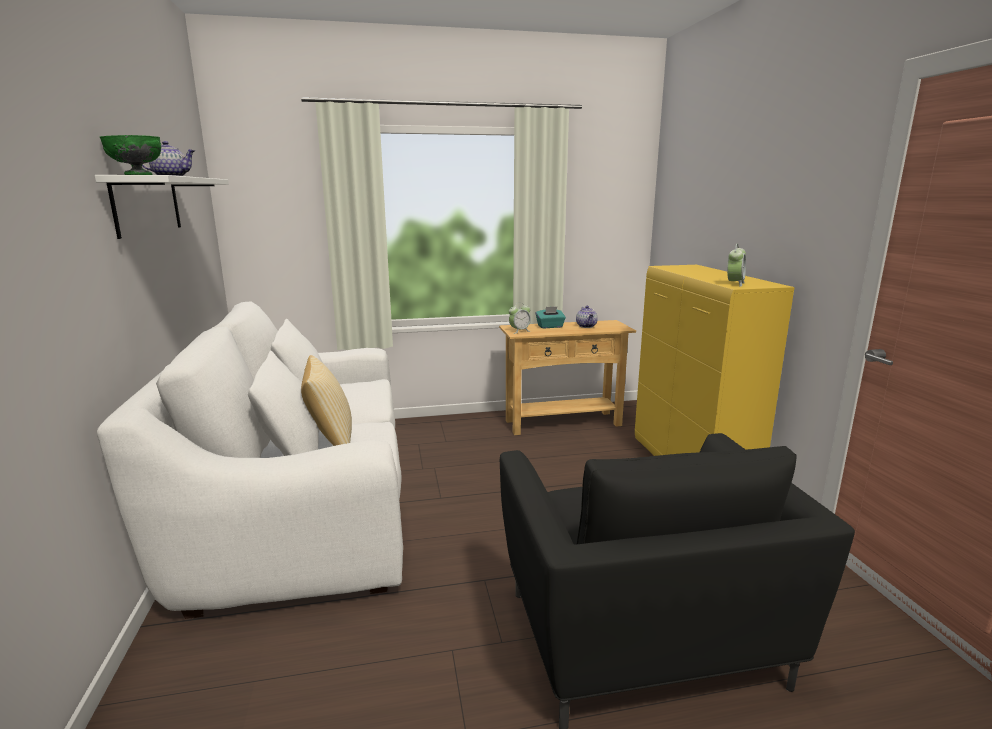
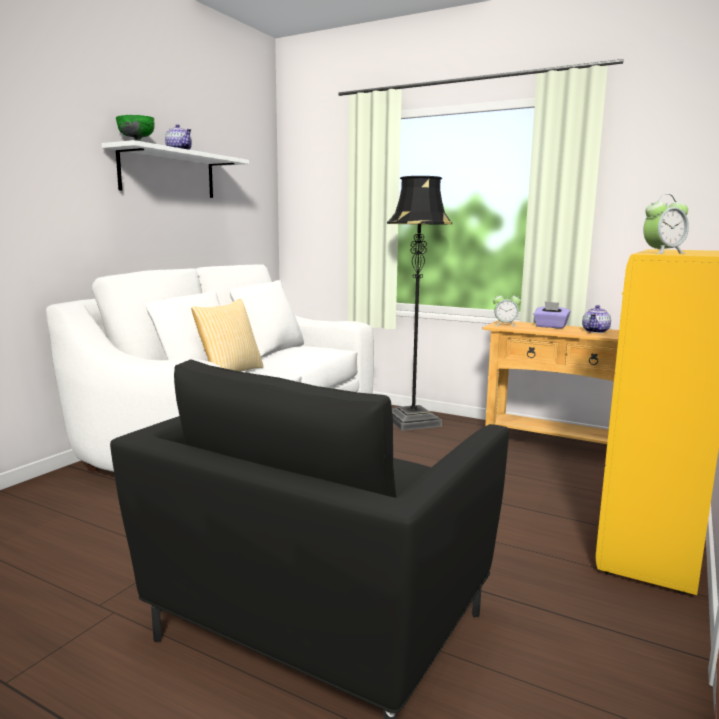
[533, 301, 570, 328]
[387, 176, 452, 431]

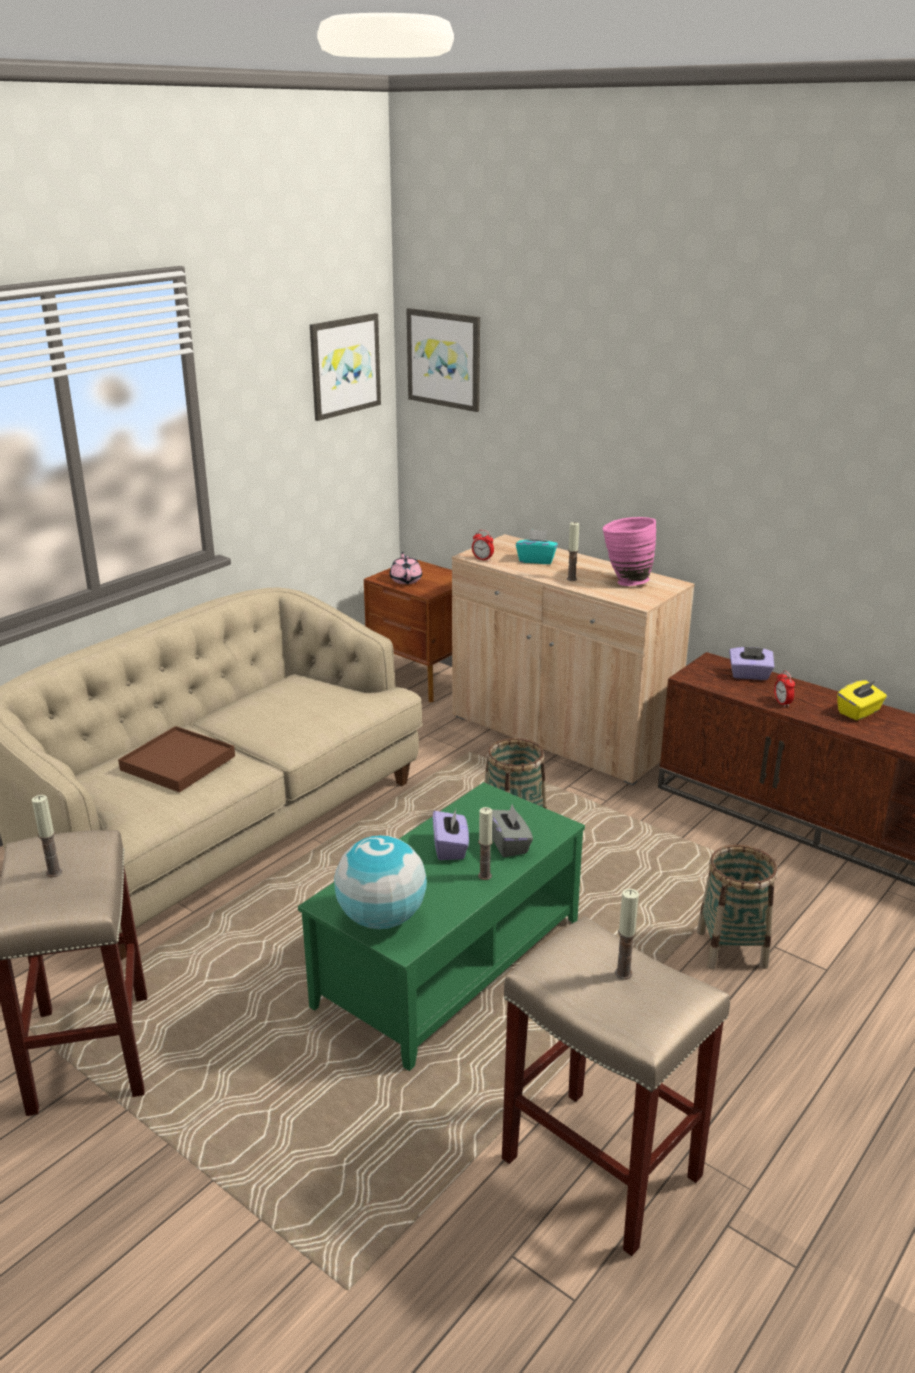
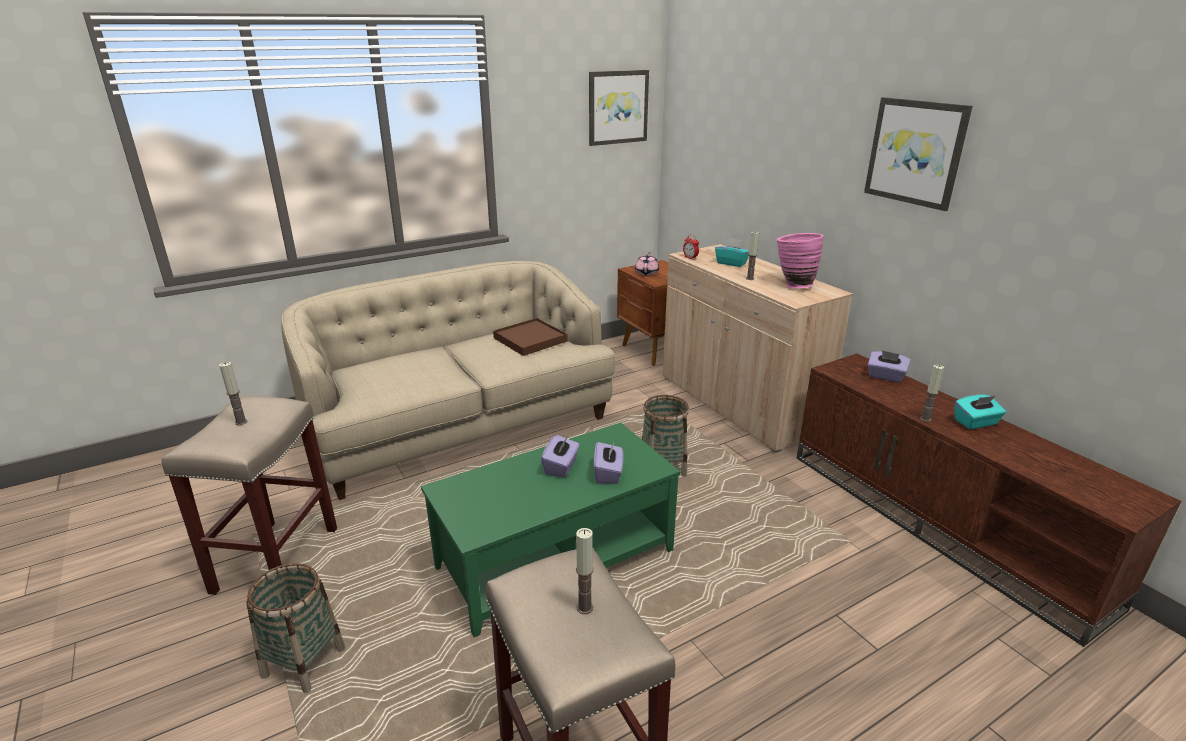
[493, 318, 568, 356]
[334, 835, 427, 929] (first image)
[864, 97, 973, 211]
[920, 365, 944, 422]
[594, 442, 623, 484]
[246, 563, 345, 693]
[774, 671, 795, 707] (first image)
[954, 394, 1006, 429]

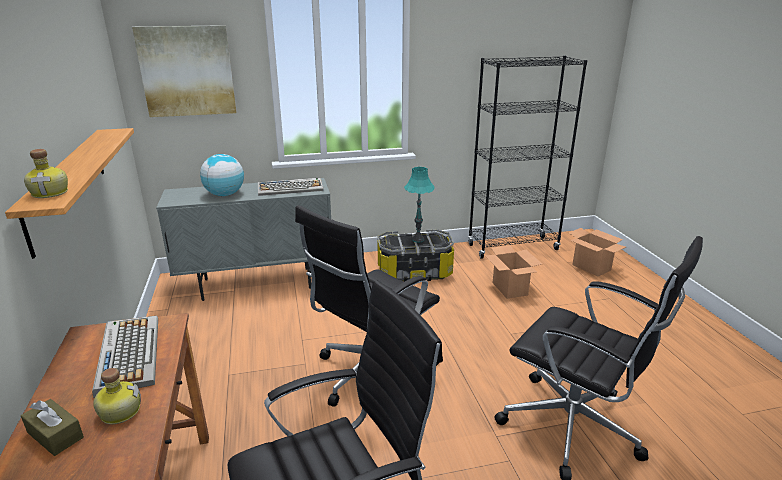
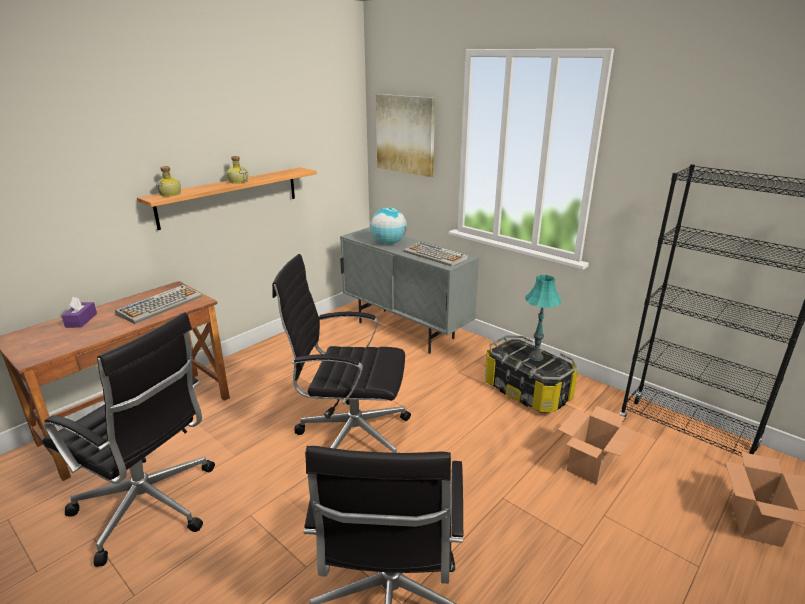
[62, 297, 97, 328]
[227, 156, 248, 184]

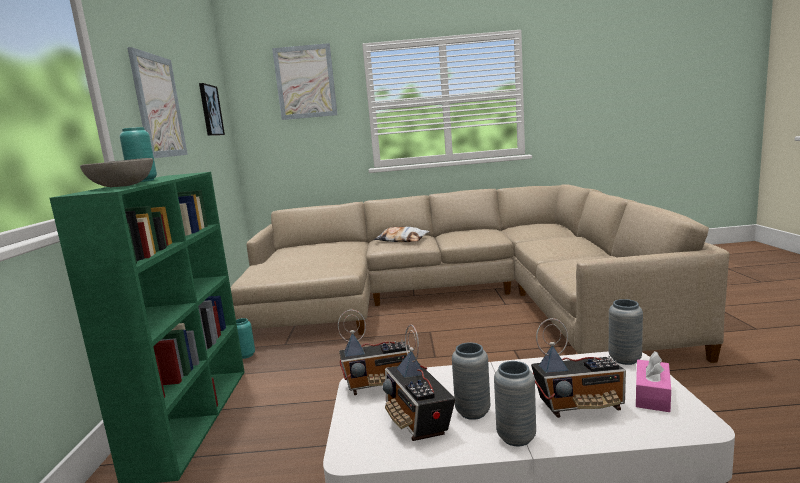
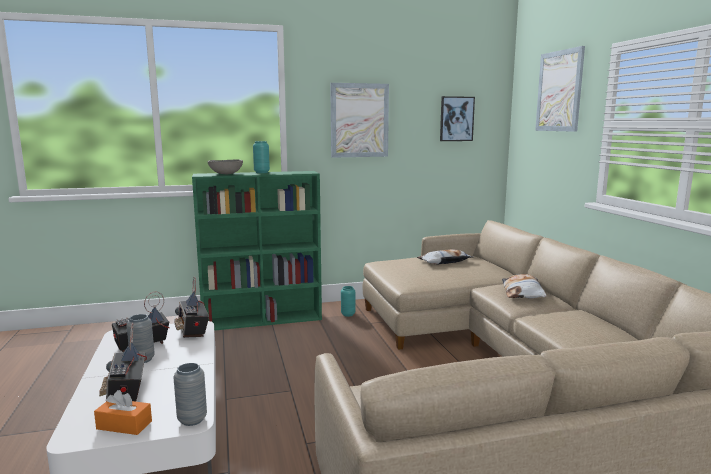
[494, 361, 536, 446] (first image)
[94, 390, 152, 435]
[417, 249, 473, 265]

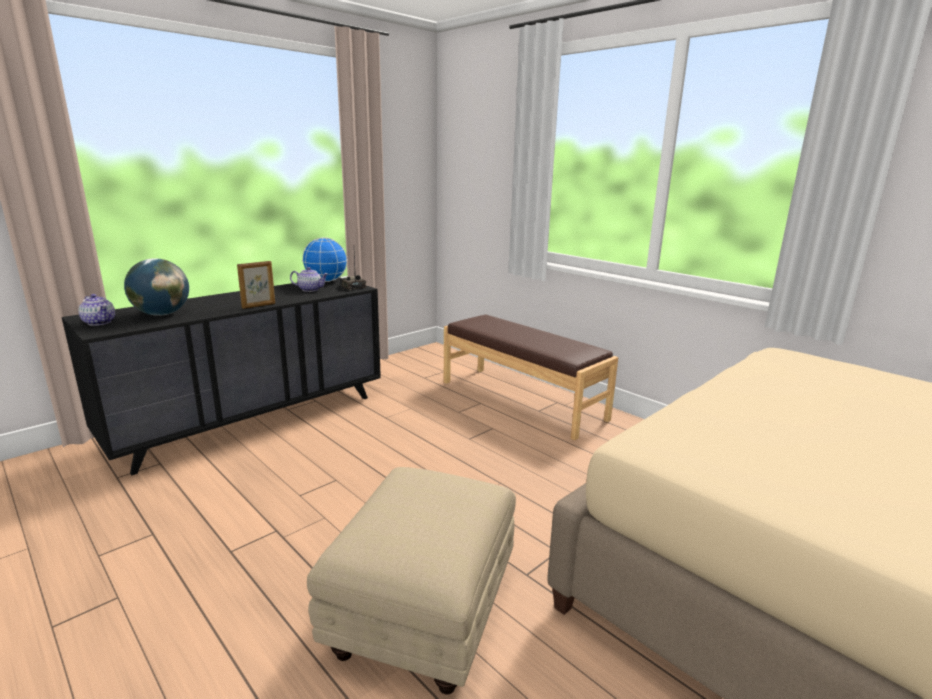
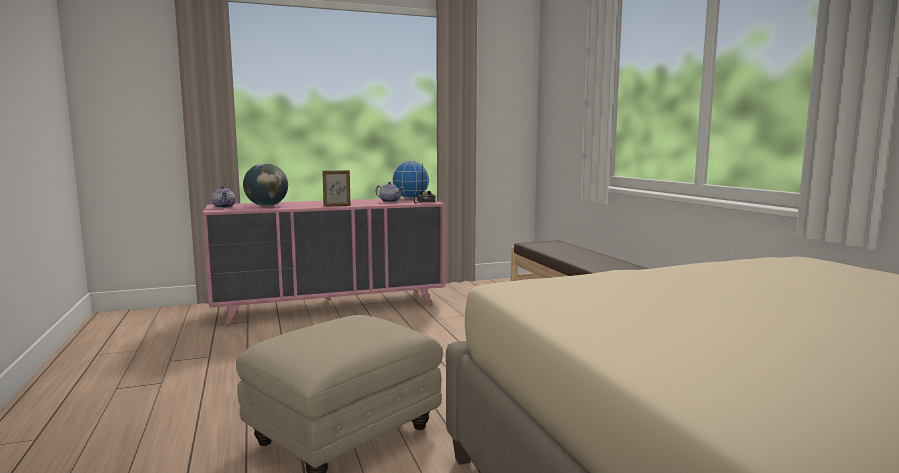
[202, 198, 445, 325]

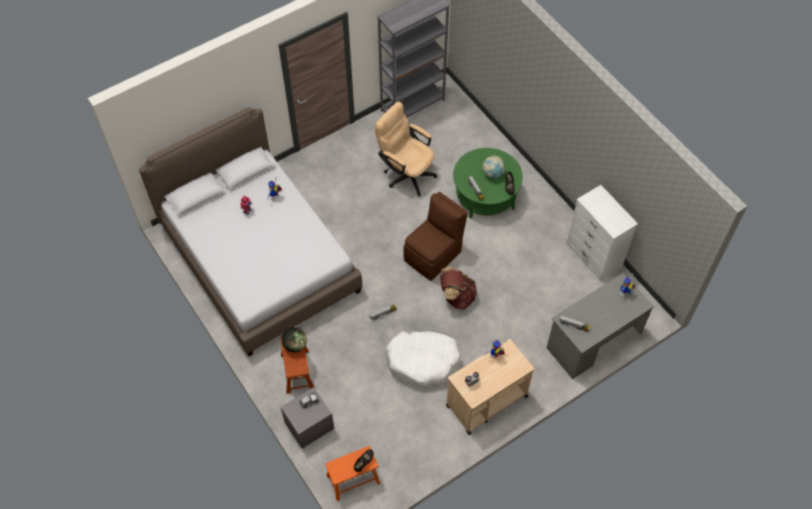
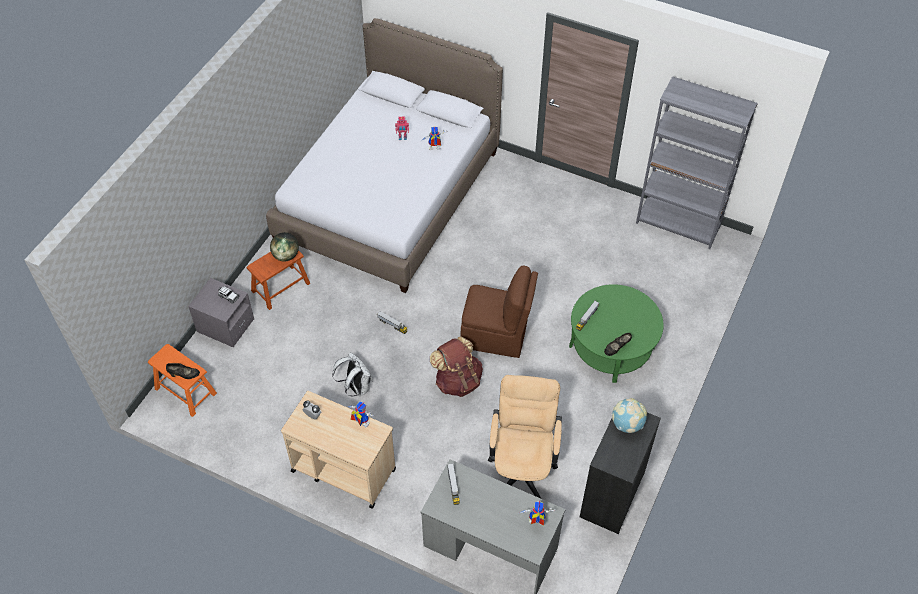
[488, 375, 562, 498]
[332, 352, 373, 397]
[612, 398, 647, 433]
[580, 413, 661, 534]

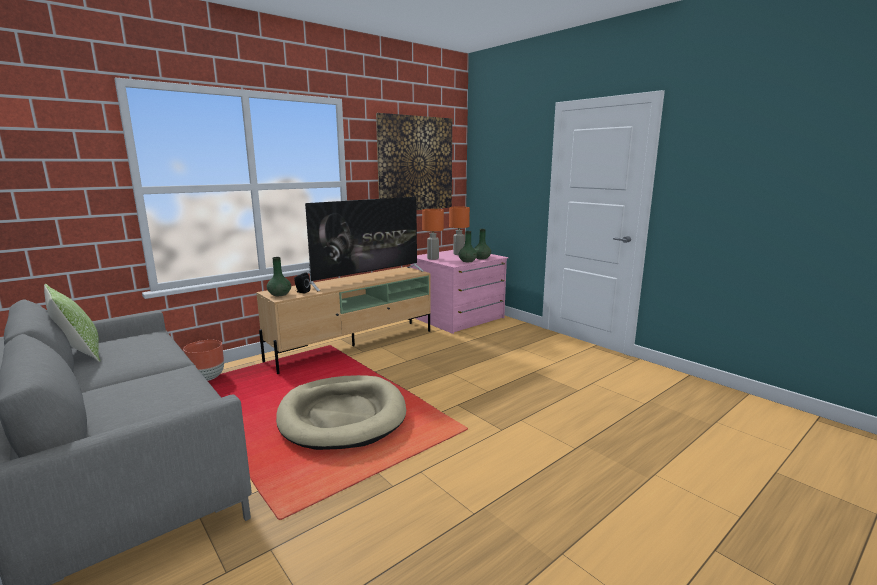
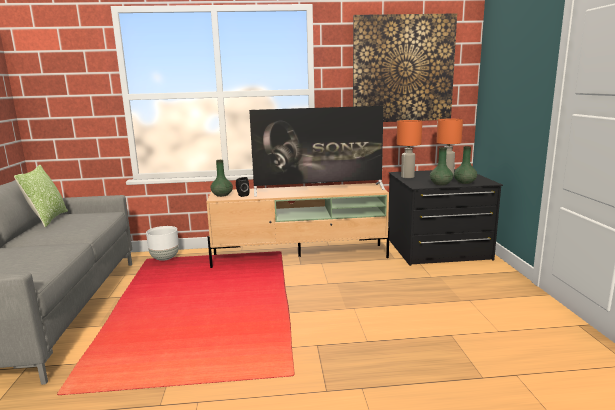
[146, 226, 179, 261]
[276, 375, 406, 450] (first image)
[388, 169, 503, 266]

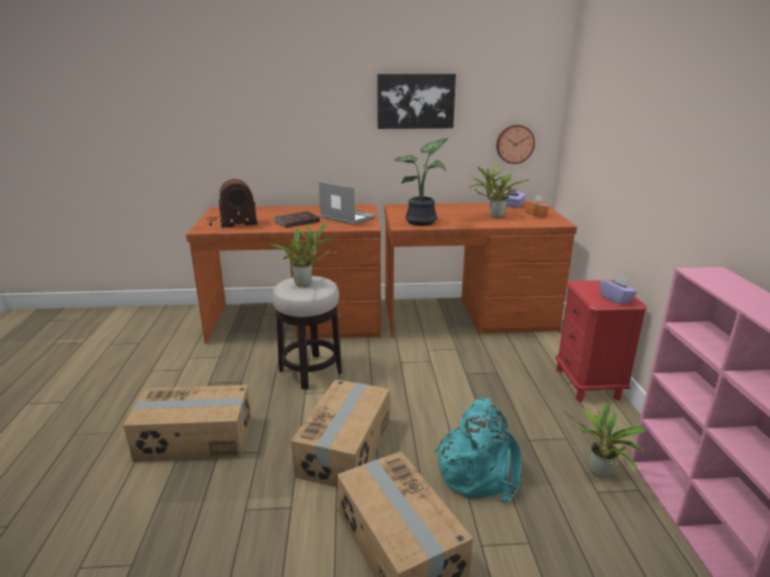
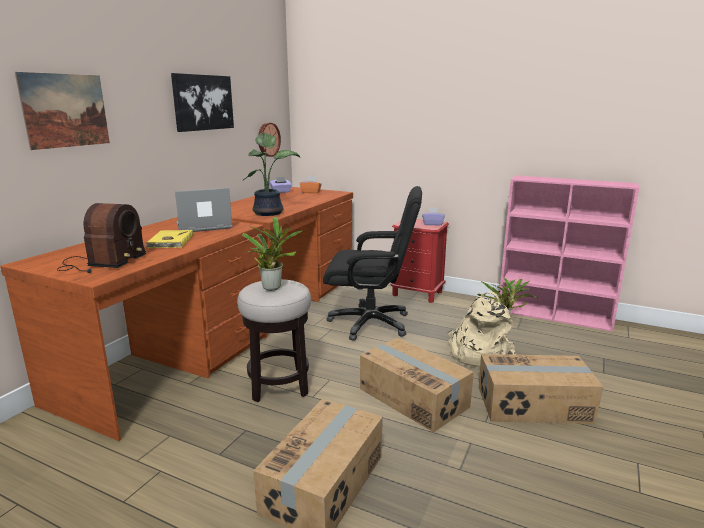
[144, 230, 193, 248]
[448, 292, 516, 368]
[469, 164, 530, 218] (first image)
[15, 72, 110, 150]
[323, 186, 422, 341]

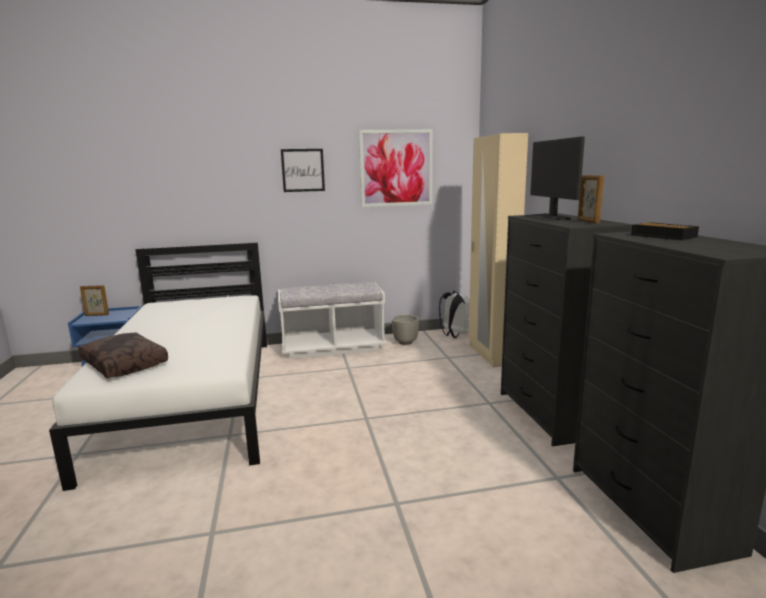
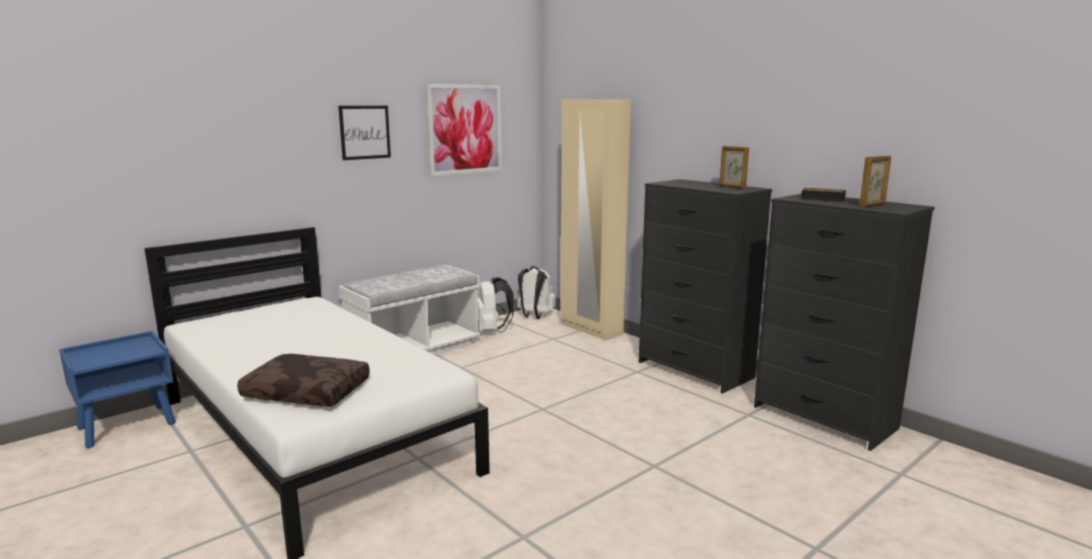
[859, 156, 891, 207]
[478, 277, 514, 333]
[520, 136, 585, 221] (first image)

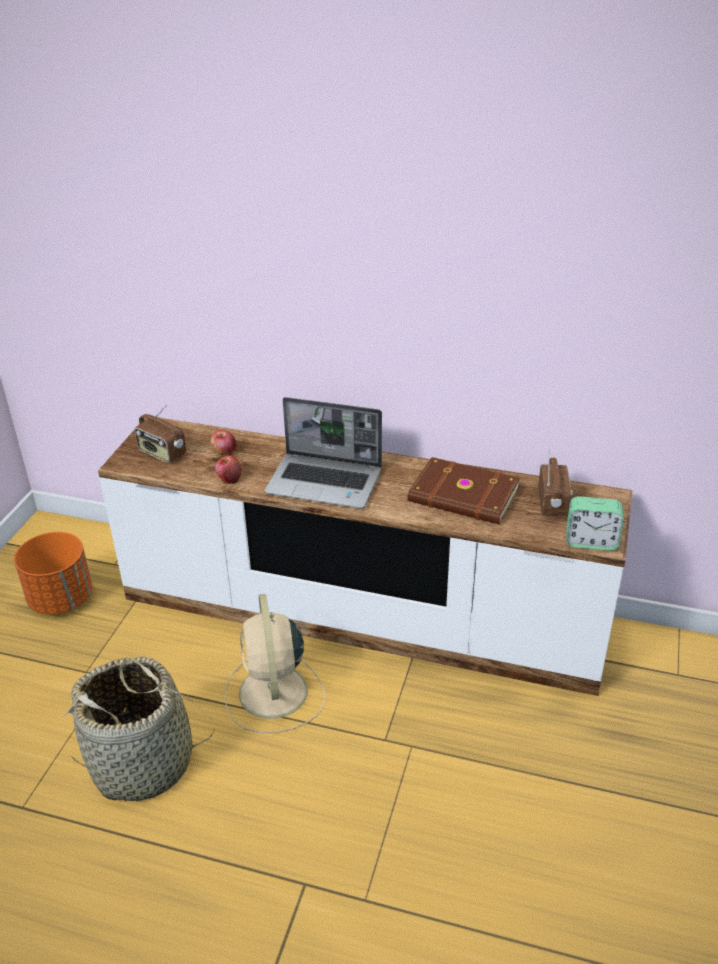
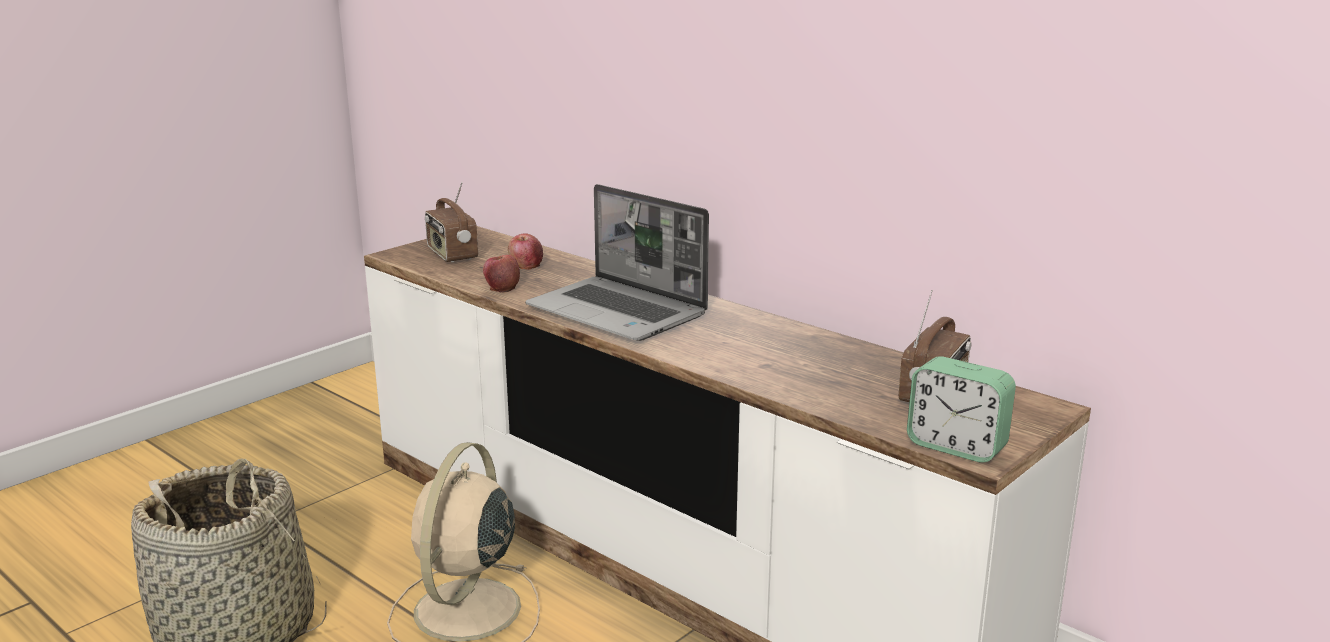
[14, 532, 92, 615] (first image)
[408, 457, 520, 525] (first image)

